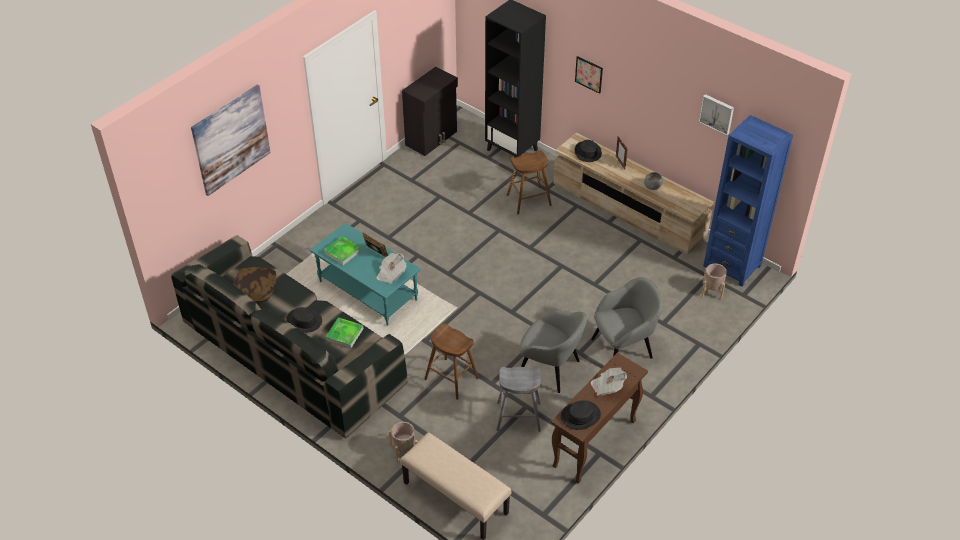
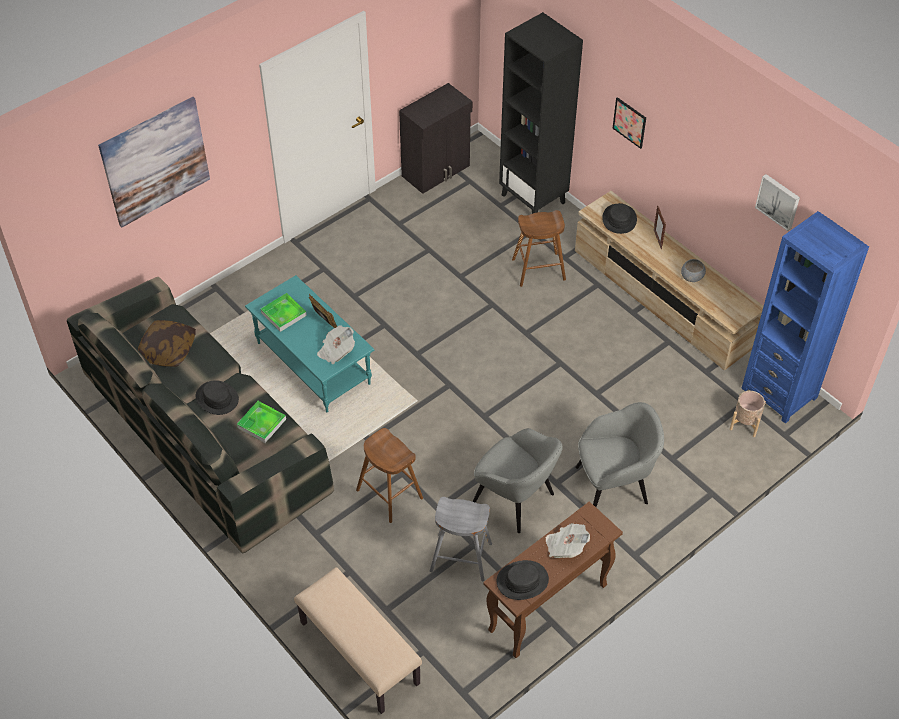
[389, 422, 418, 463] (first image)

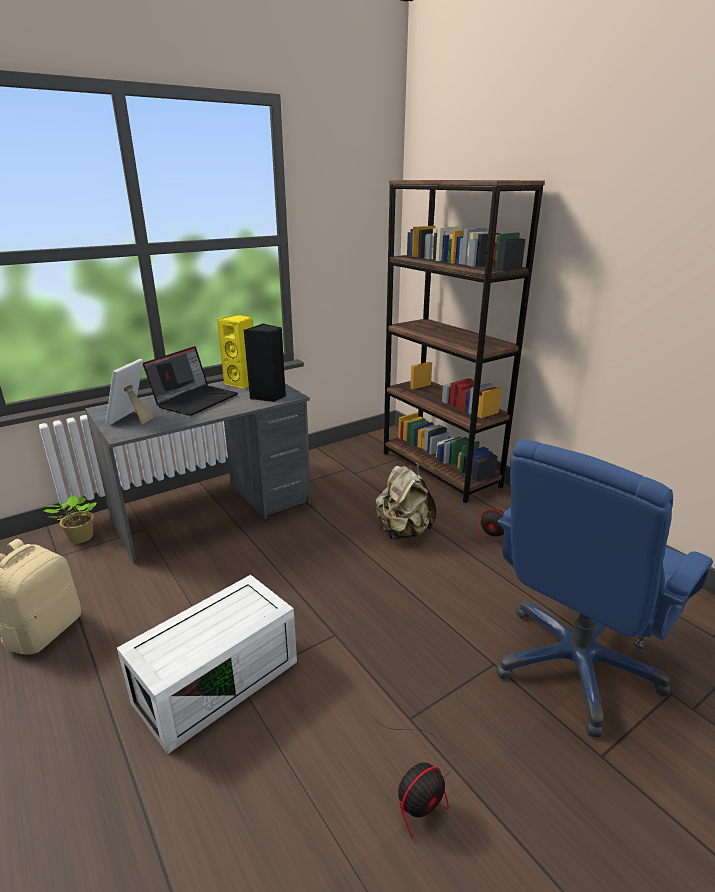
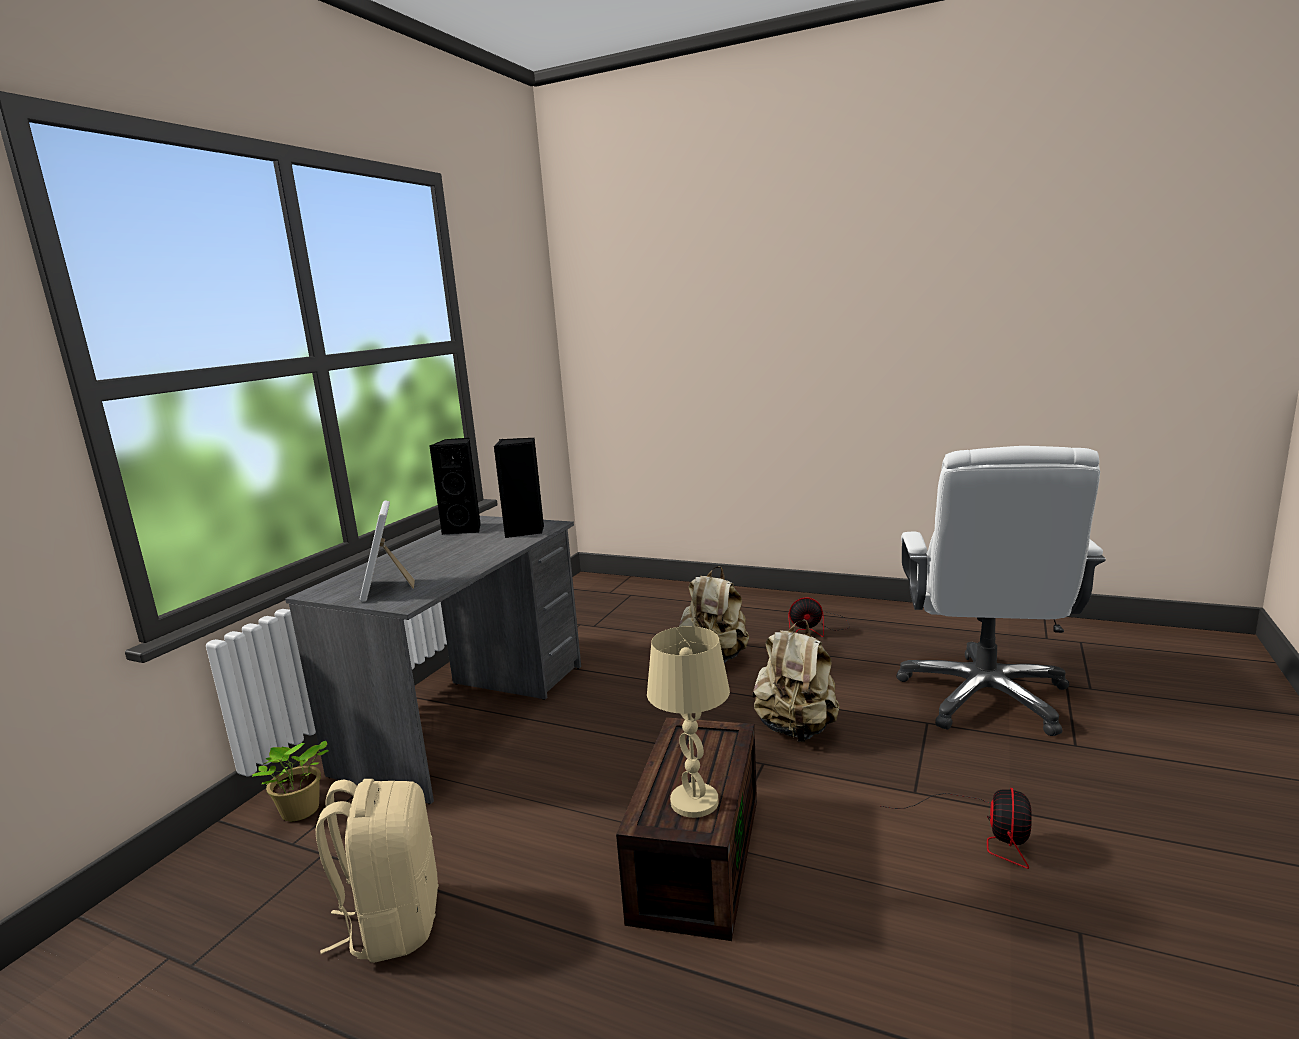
[616, 717, 757, 941]
[143, 346, 238, 416] (first image)
[429, 438, 481, 535]
[384, 180, 545, 503] (first image)
[896, 446, 1106, 736]
[647, 626, 730, 818]
[752, 620, 839, 742]

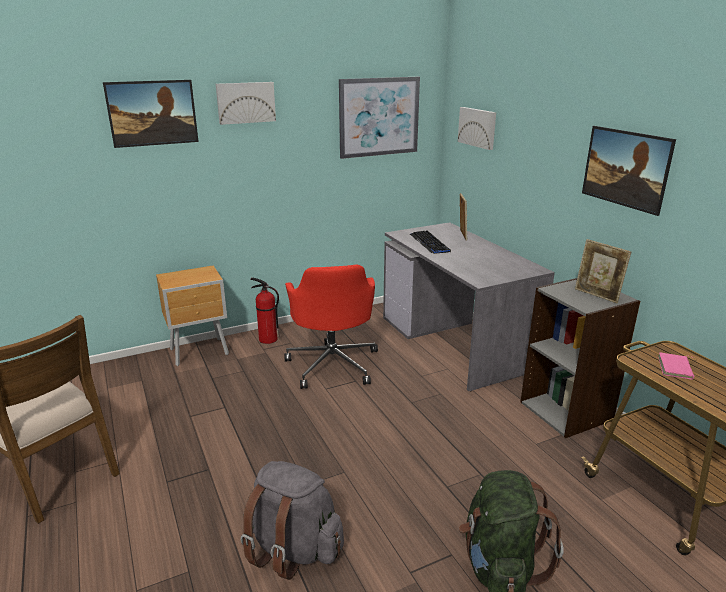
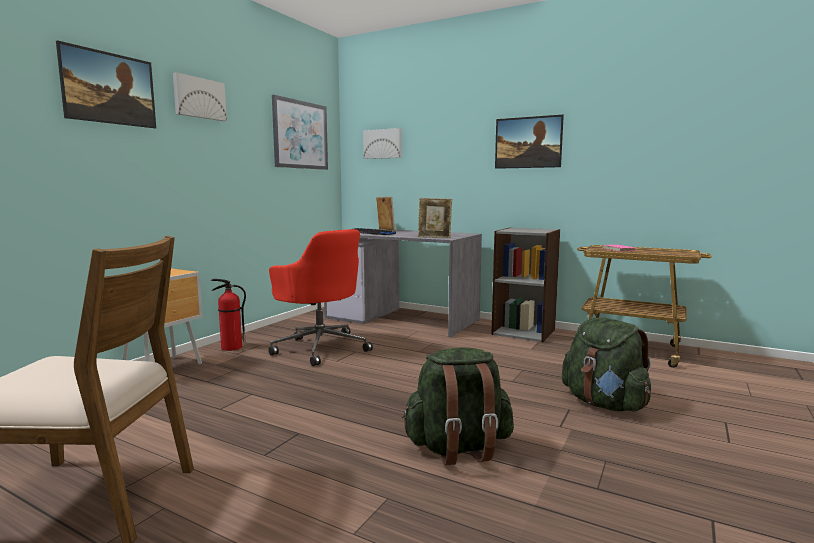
[402, 347, 514, 465]
[418, 198, 452, 238]

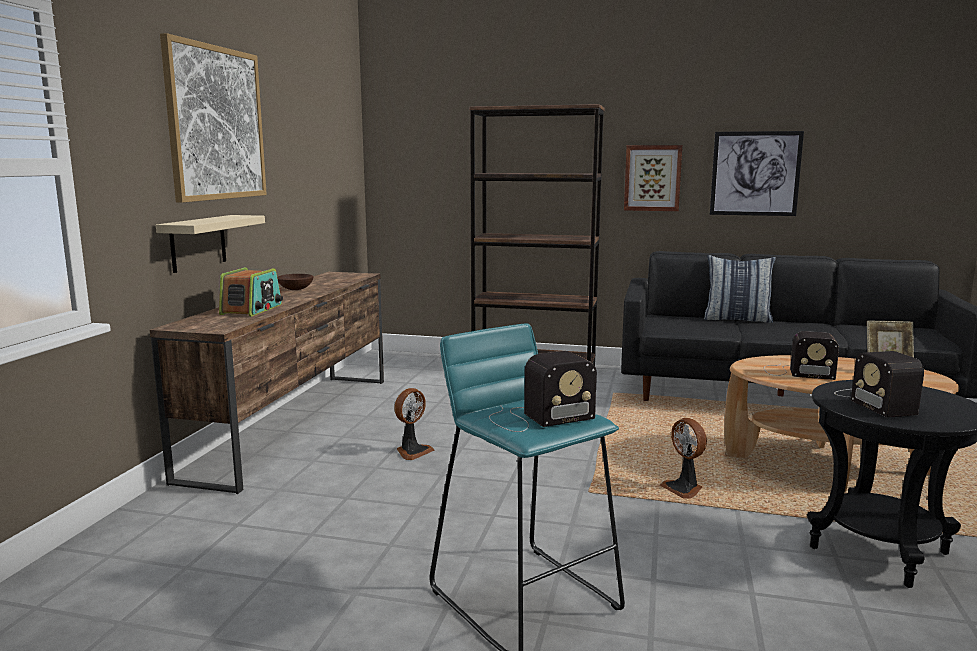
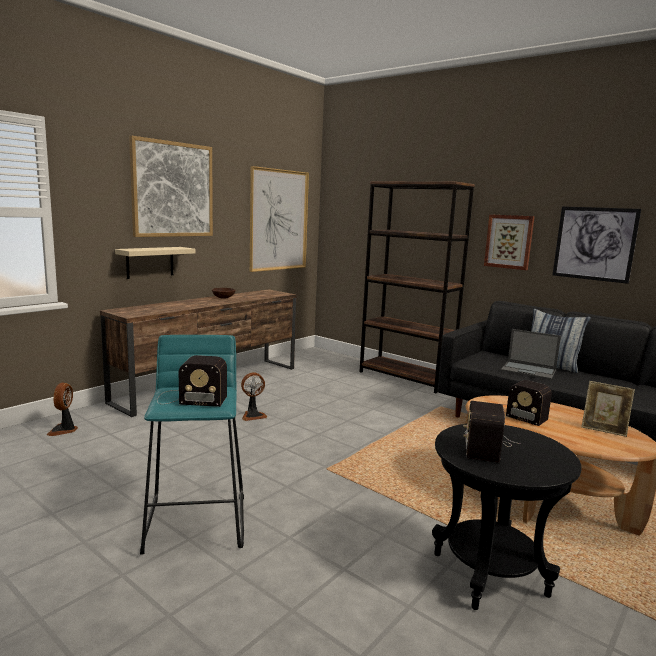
[219, 268, 283, 316] (first image)
[47, 382, 78, 436]
[250, 166, 309, 272]
[501, 329, 561, 380]

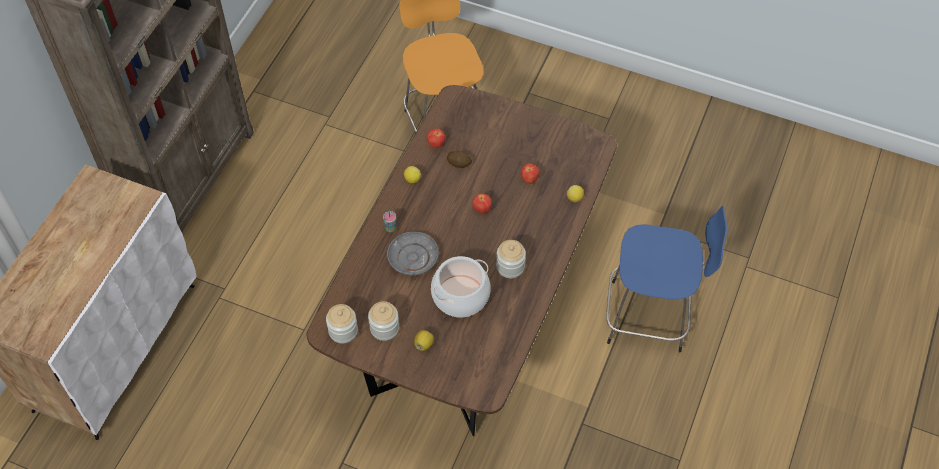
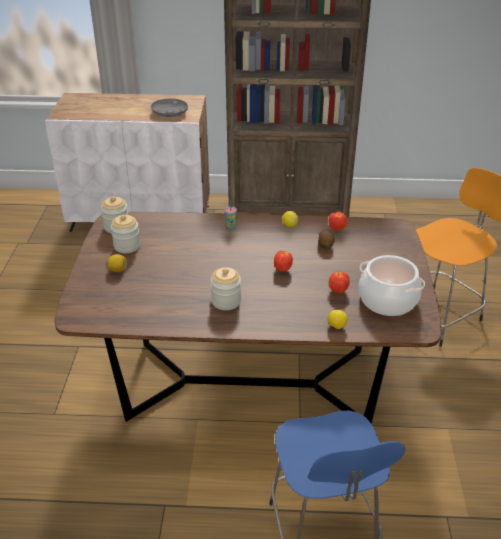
[151, 98, 188, 117]
[359, 255, 425, 316]

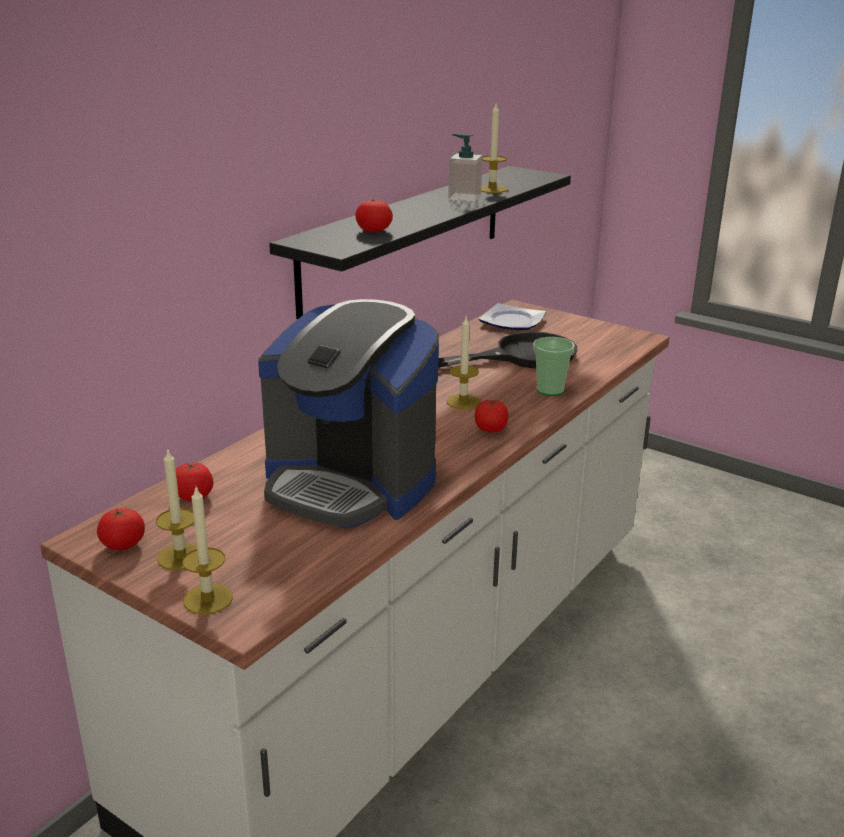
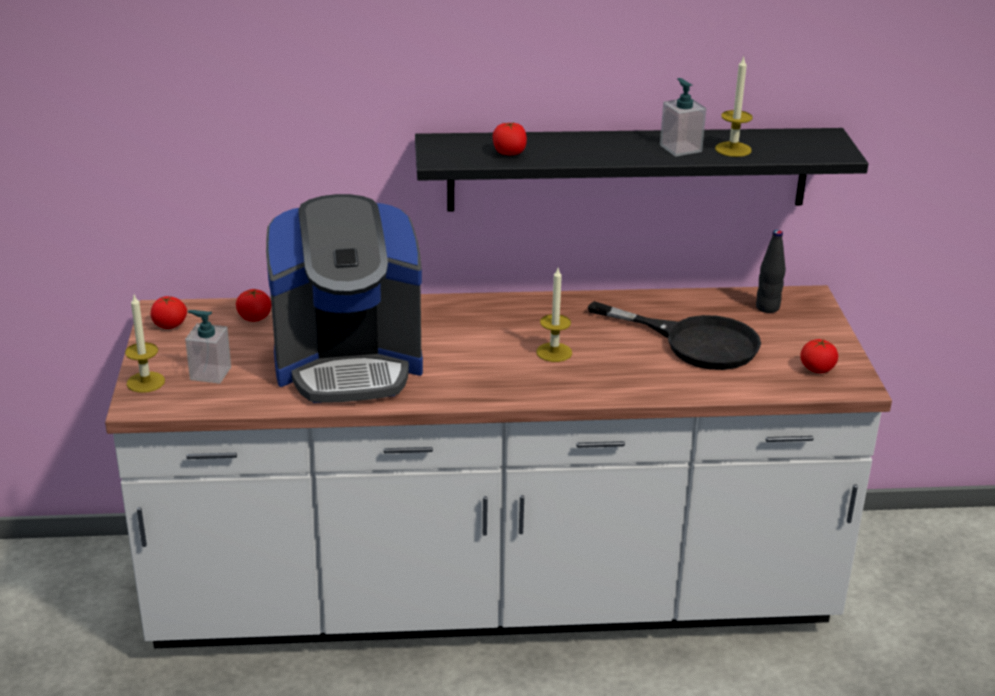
[156, 450, 197, 570] (first image)
[266, 194, 423, 403]
[800, 339, 838, 373]
[756, 230, 786, 313]
[533, 337, 575, 396] (first image)
[185, 310, 231, 384]

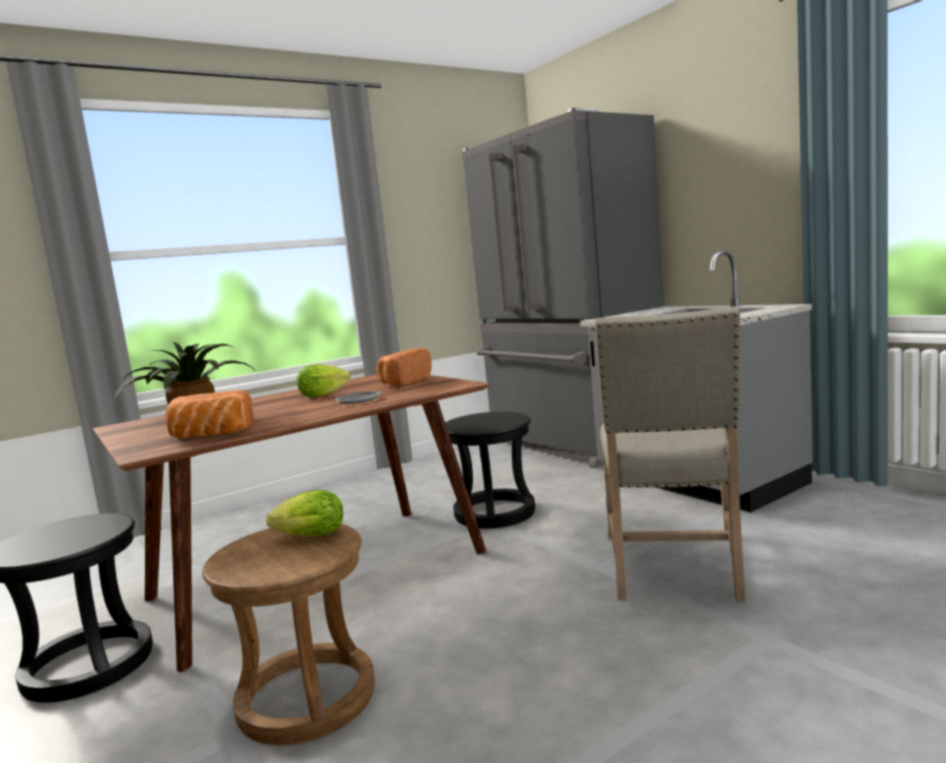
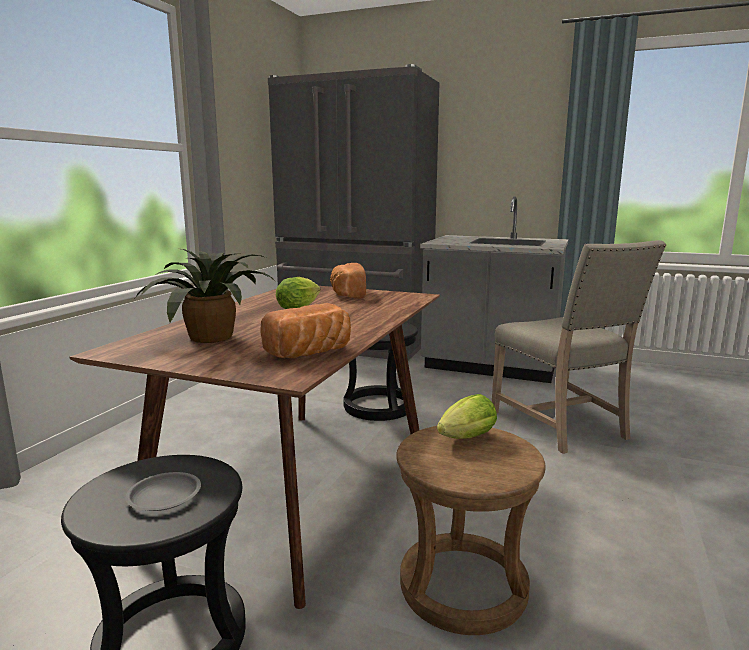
[125, 472, 201, 511]

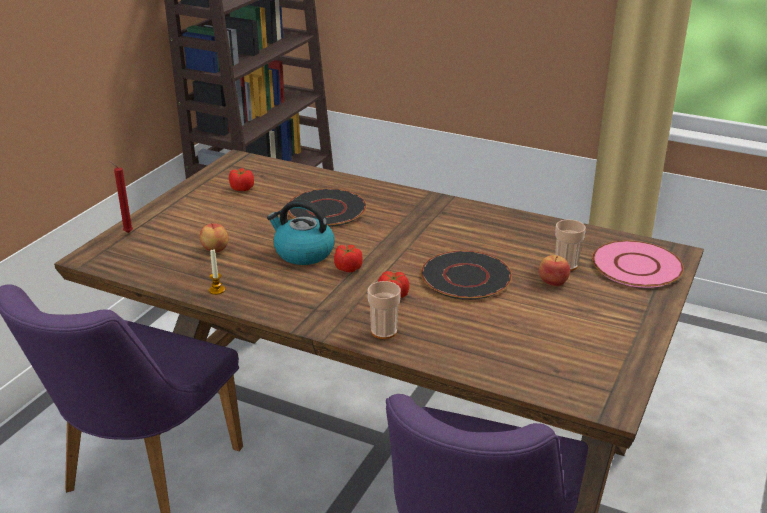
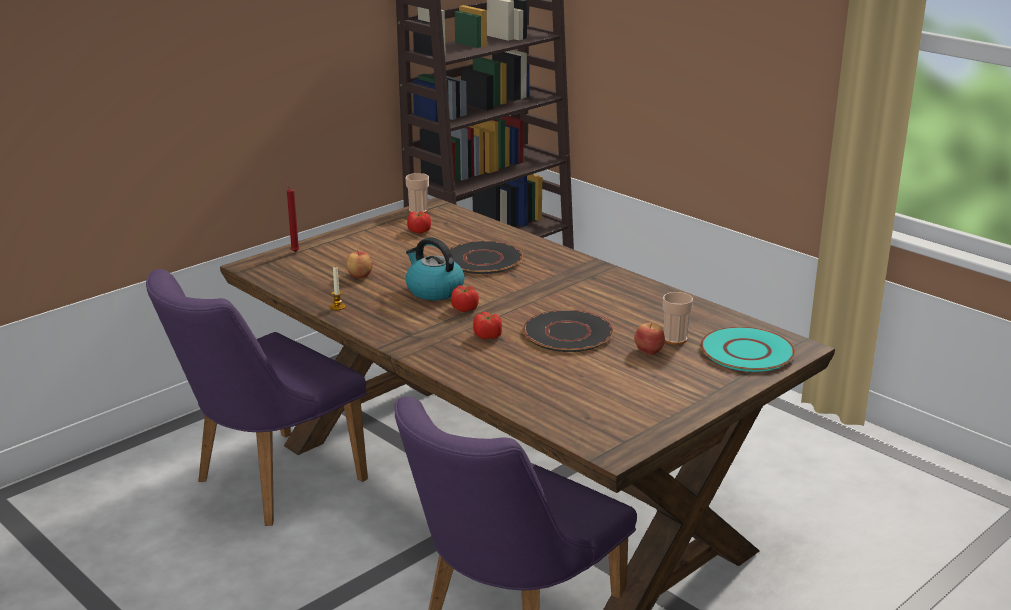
[405, 173, 429, 213]
[700, 327, 795, 372]

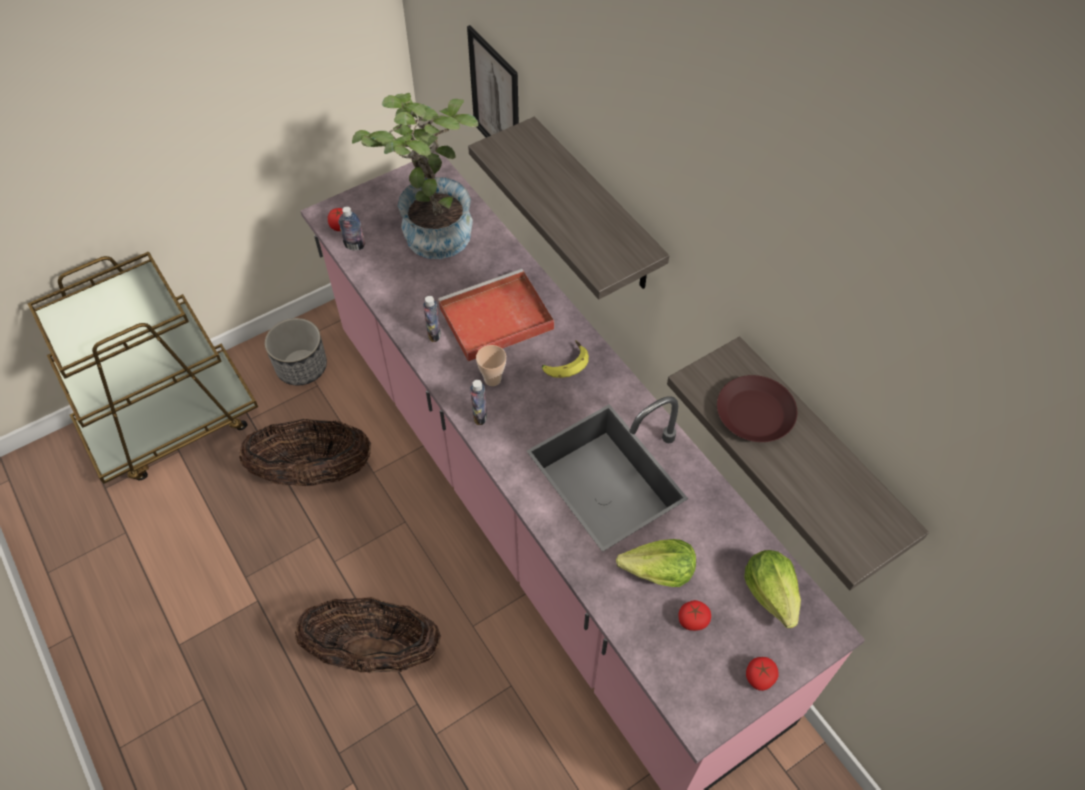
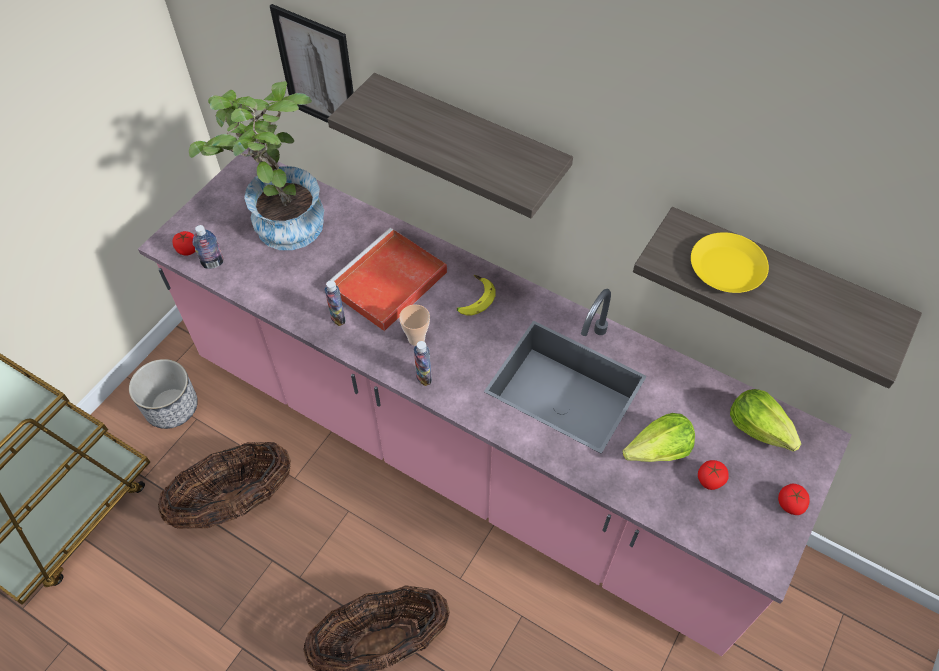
[691, 232, 769, 293]

